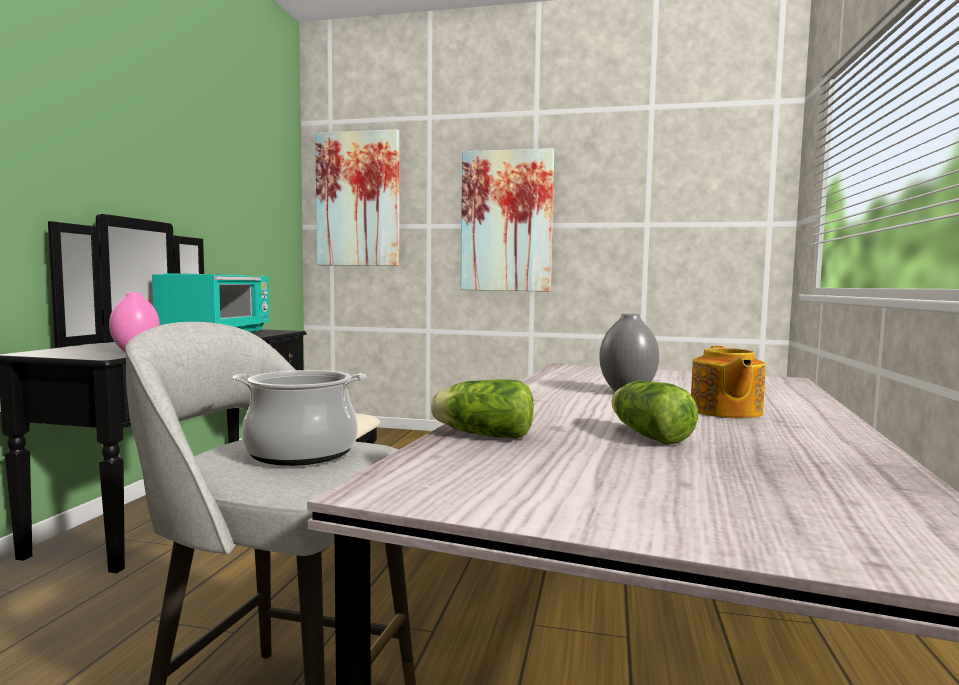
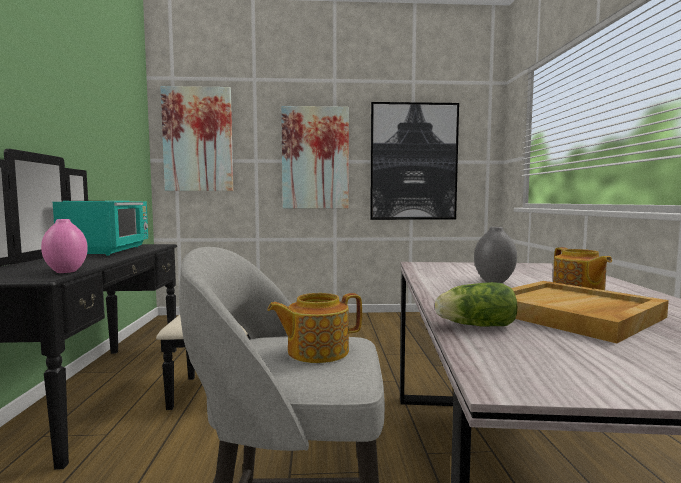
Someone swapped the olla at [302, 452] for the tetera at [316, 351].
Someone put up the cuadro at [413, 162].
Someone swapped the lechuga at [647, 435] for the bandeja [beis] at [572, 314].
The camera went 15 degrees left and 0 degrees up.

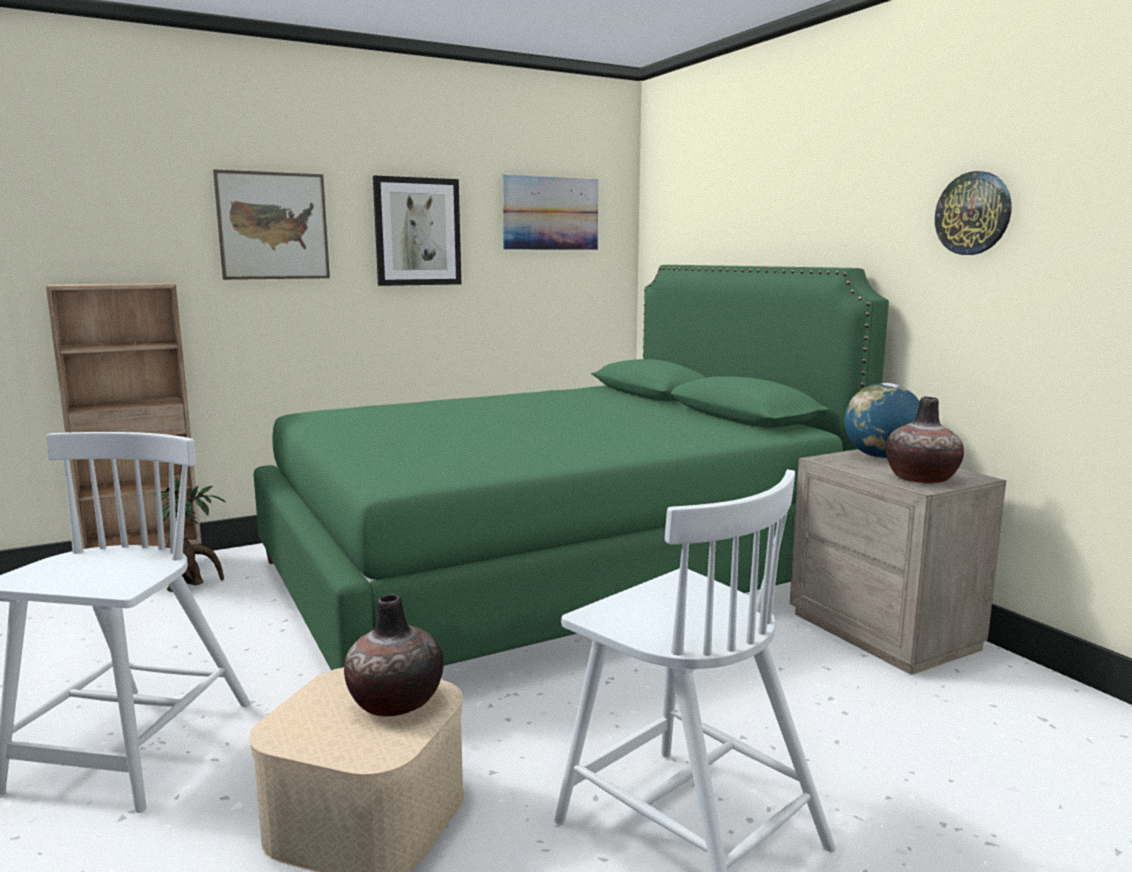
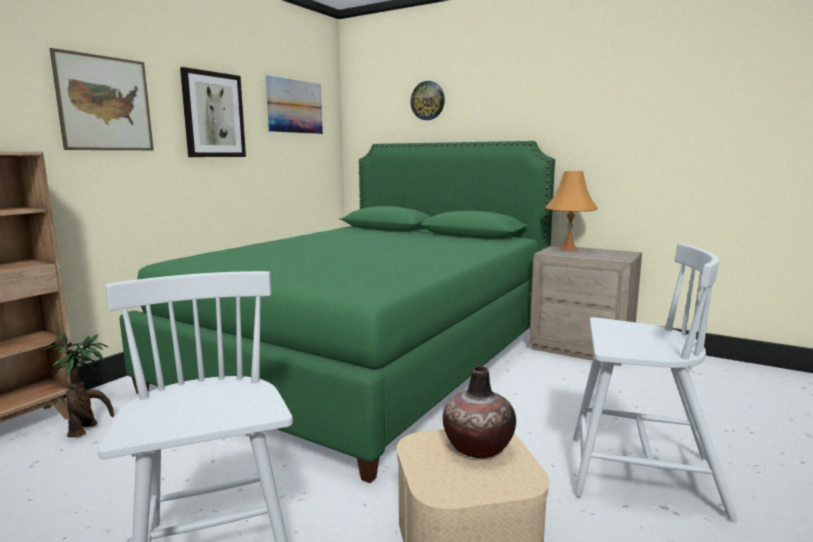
Someone carried the reloj de pared from [973, 213] to [428, 100].
Someone swapped the globo terráqueo at [881, 457] for the lámpara de mesa [naranja] at [568, 249].
Someone took away the florero at [920, 479].
The camera went 30 degrees left and 0 degrees up.

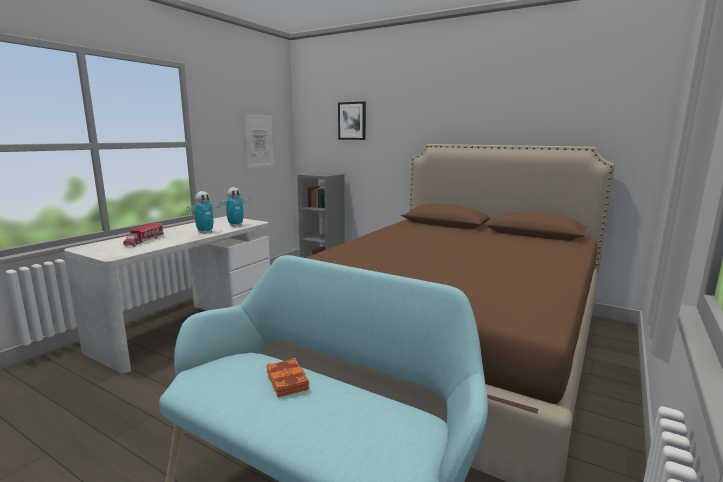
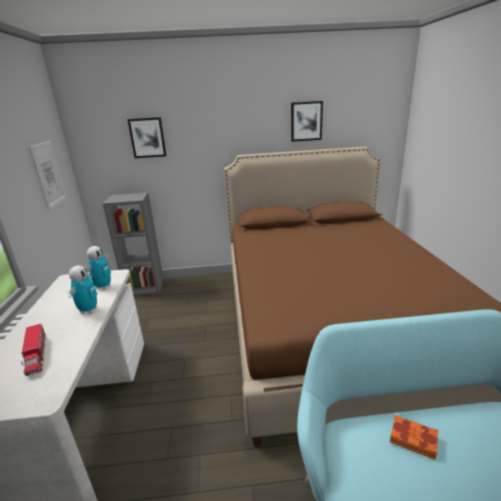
Someone put up the cuadro at [306, 121].
The camera went 35 degrees left and 10 degrees up.

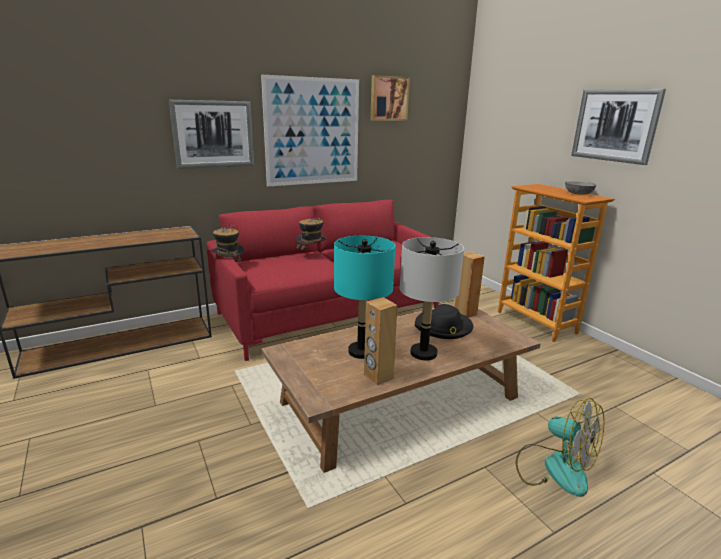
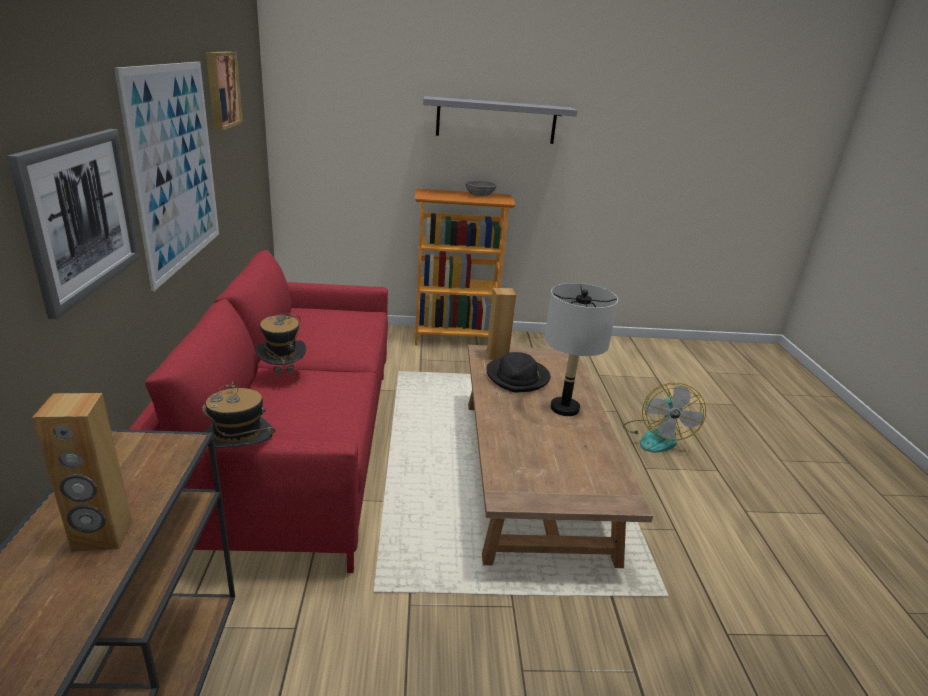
Someone carried the altavoz [marrón] from [378, 376] to [102, 536].
Someone swapped the cuadro at [615, 125] for the estante [gris] at [496, 120].
Someone rotated the ventilador at [554, 468] by 120 degrees clockwise.
Someone took away the lámpara de mesa [turquesa] at [362, 352].
The camera went 65 degrees left and 5 degrees up.

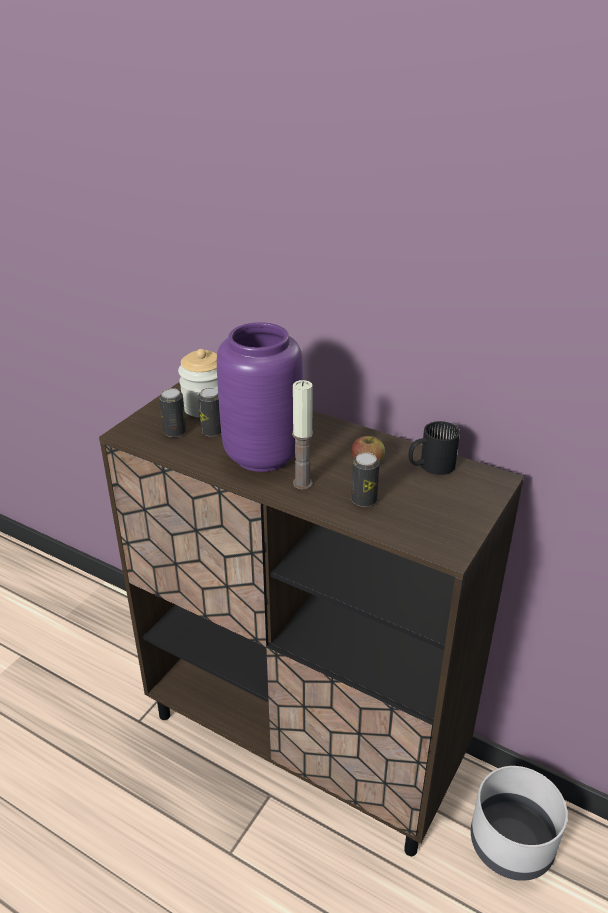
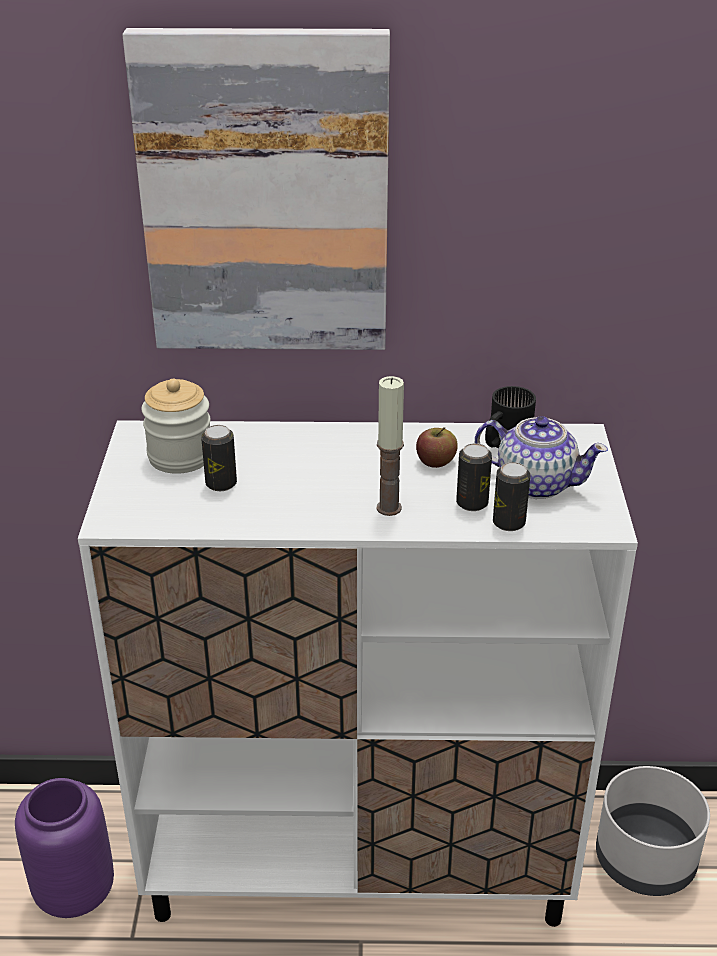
Someone carried the florero [morado] from [263, 456] to [76, 893].
Someone repainted the armario [marrón] at [305, 741], which became the armario [blanco] at [360, 861].
Someone put up the cuadro at [265, 196].
Someone put down the tetera at [535, 483].
Someone carried the lata from [174, 432] to [508, 523].
The camera went 30 degrees left and 0 degrees up.

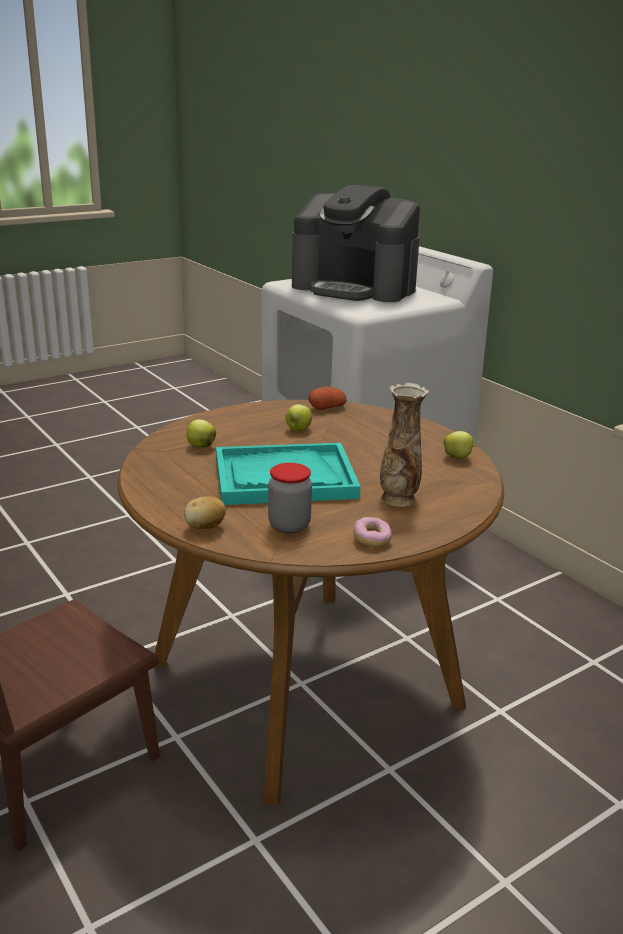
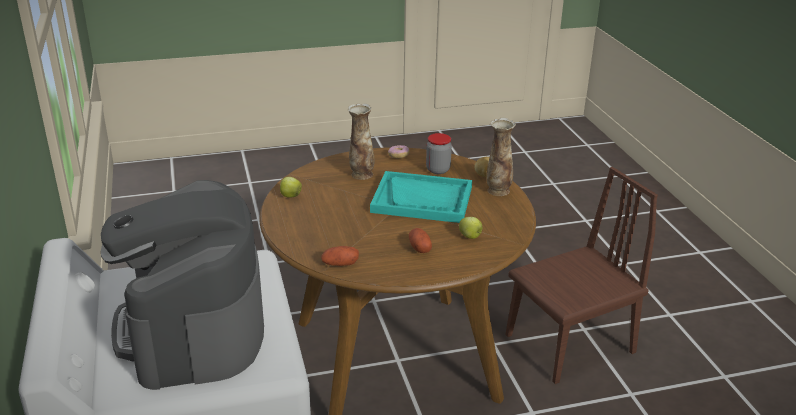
Someone rotated the cafetera at [355, 288] by 150 degrees counterclockwise.
Someone put down the patata at [419, 248].
Someone put down the florero at [498, 191].
Someone took away the manzana at [298, 430].
The camera went 160 degrees left and 5 degrees up.

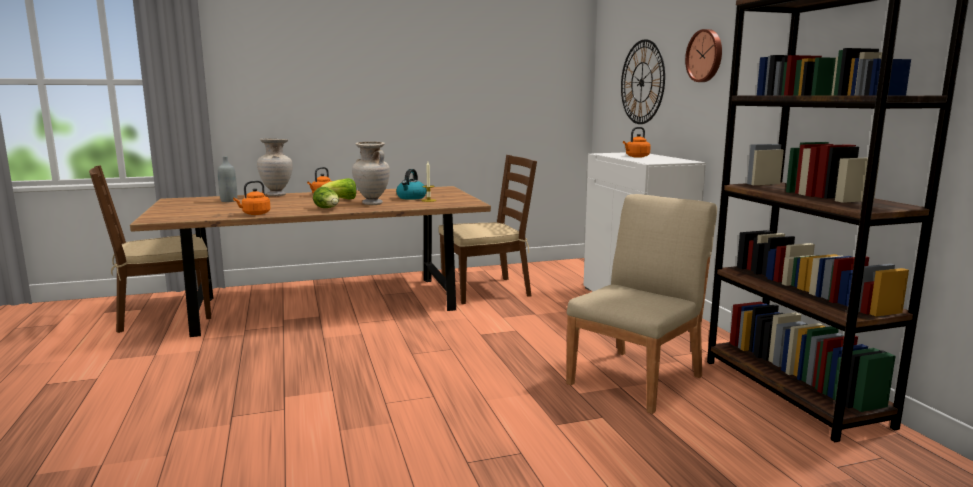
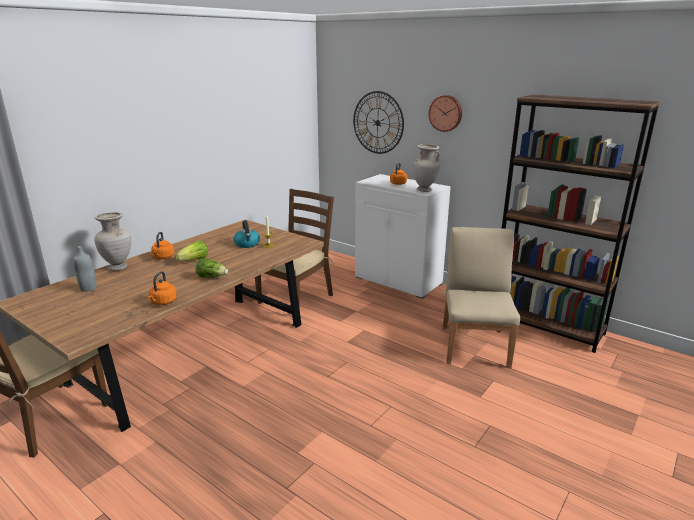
Someone carried the florero [beis] from [372, 204] to [424, 190].
The camera went 35 degrees left and 10 degrees up.

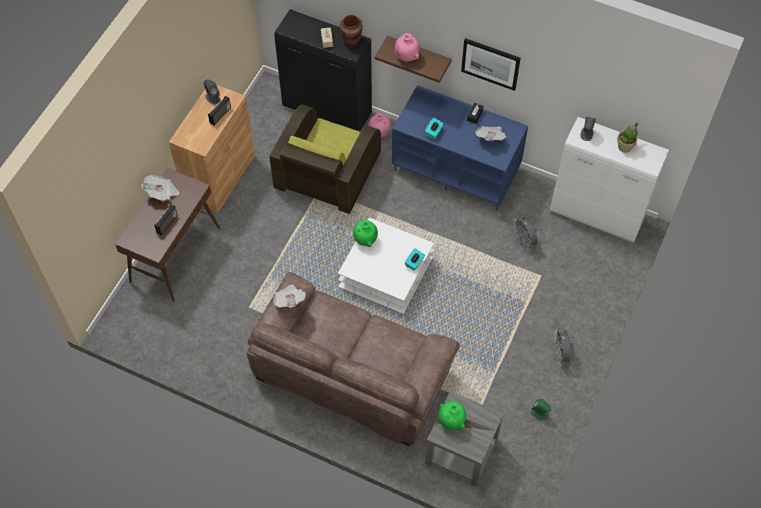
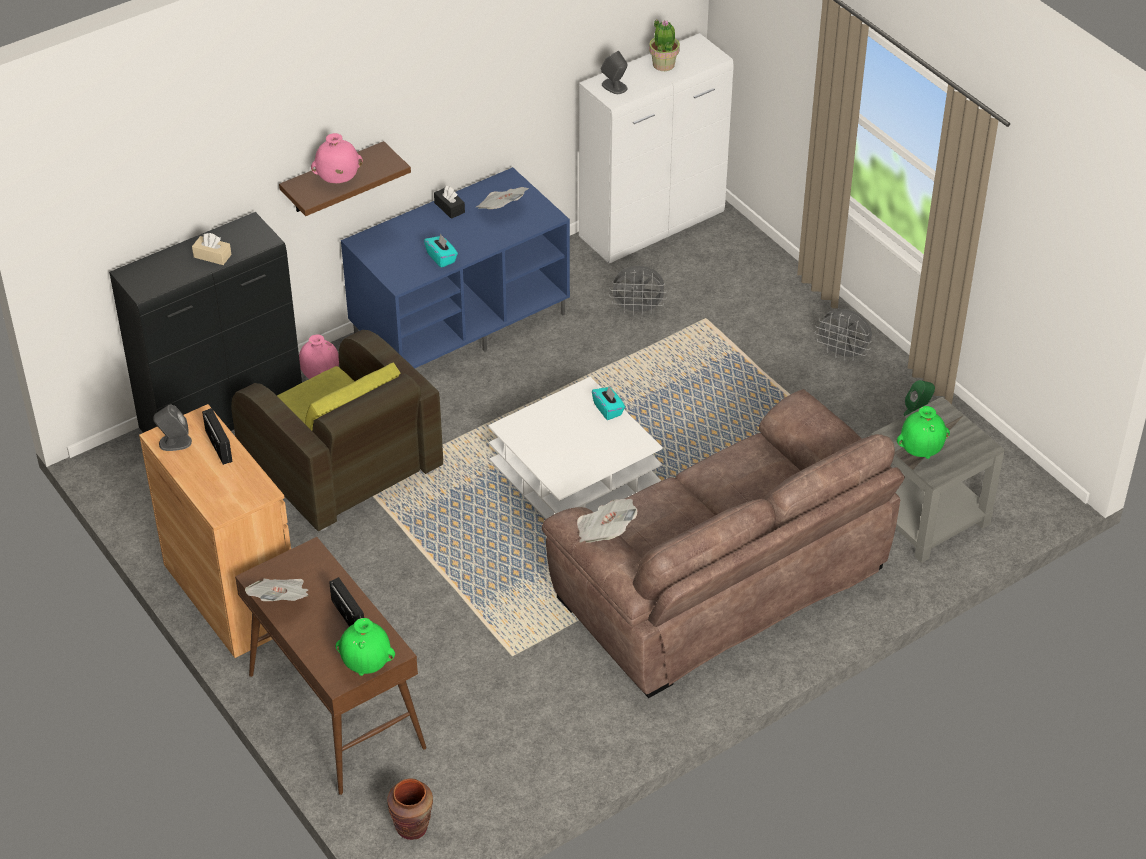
Someone carried the florero [verde] from [365, 240] to [367, 665].
Someone carried the florero [marrón] from [351, 41] to [412, 828].
Someone took away the cuadro at [490, 63].
The camera went 60 degrees left and 15 degrees down.

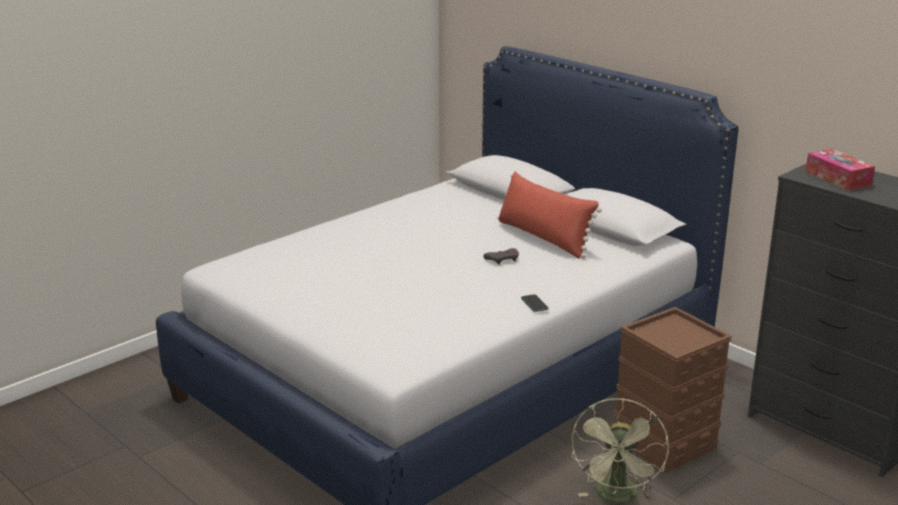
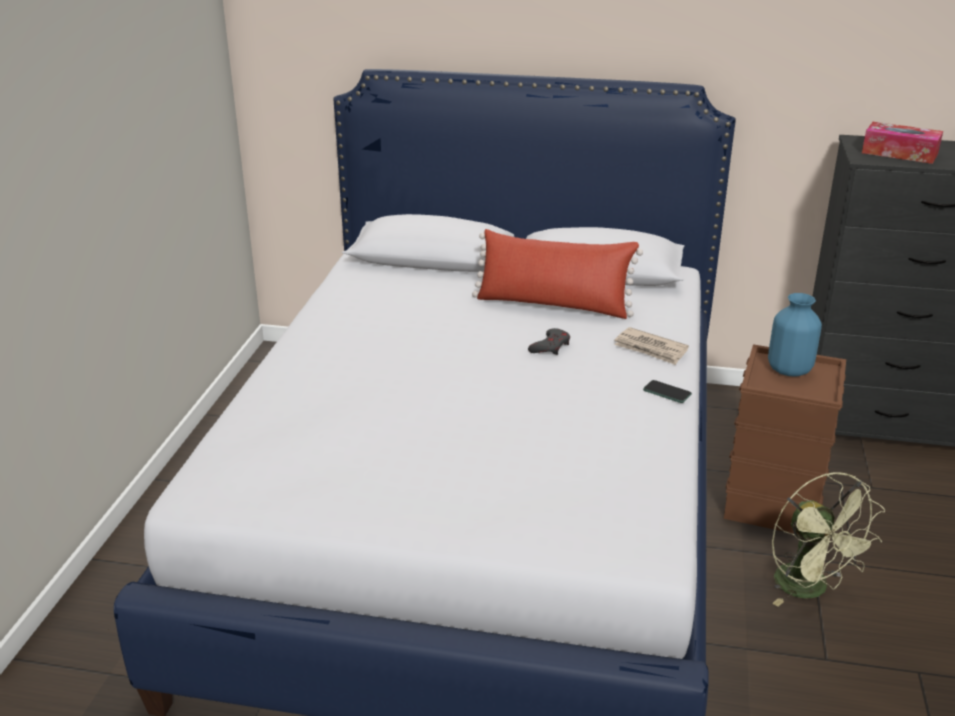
Someone put down the periódico at [650, 349].
Someone put down the florero [azul] at [790, 370].
The camera went 35 degrees left and 5 degrees up.

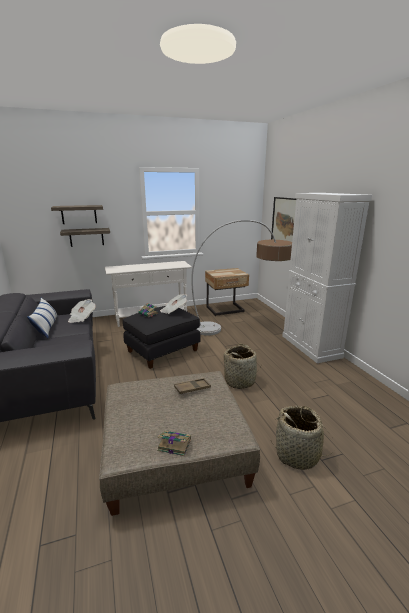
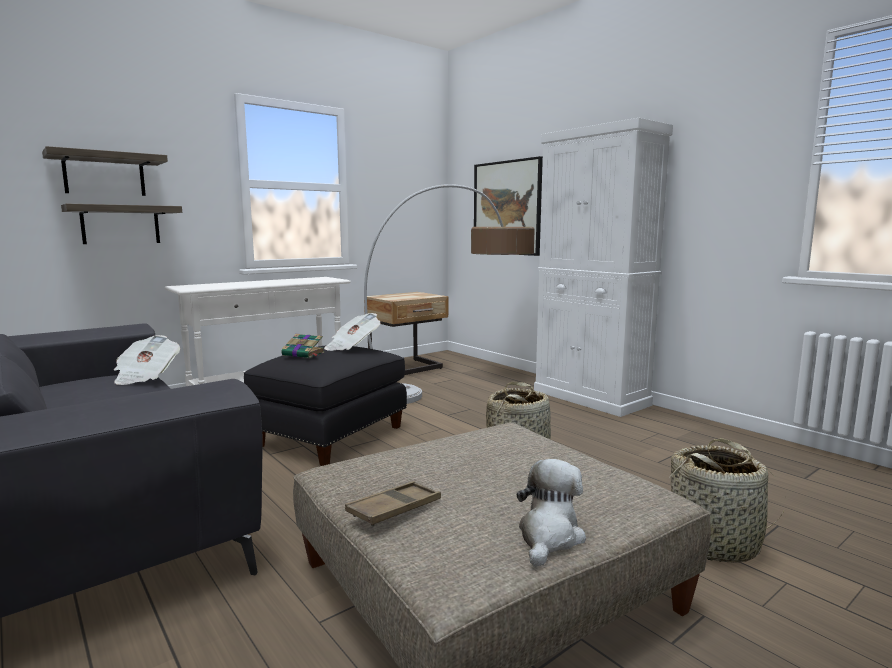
Someone carried the bandeja [marrón] from [192, 388] to [394, 509].
Someone swapped the libro at [173, 444] for the peluche at [549, 537].
Someone took away the cojín at [46, 327].
The camera went 20 degrees left and 10 degrees down.

